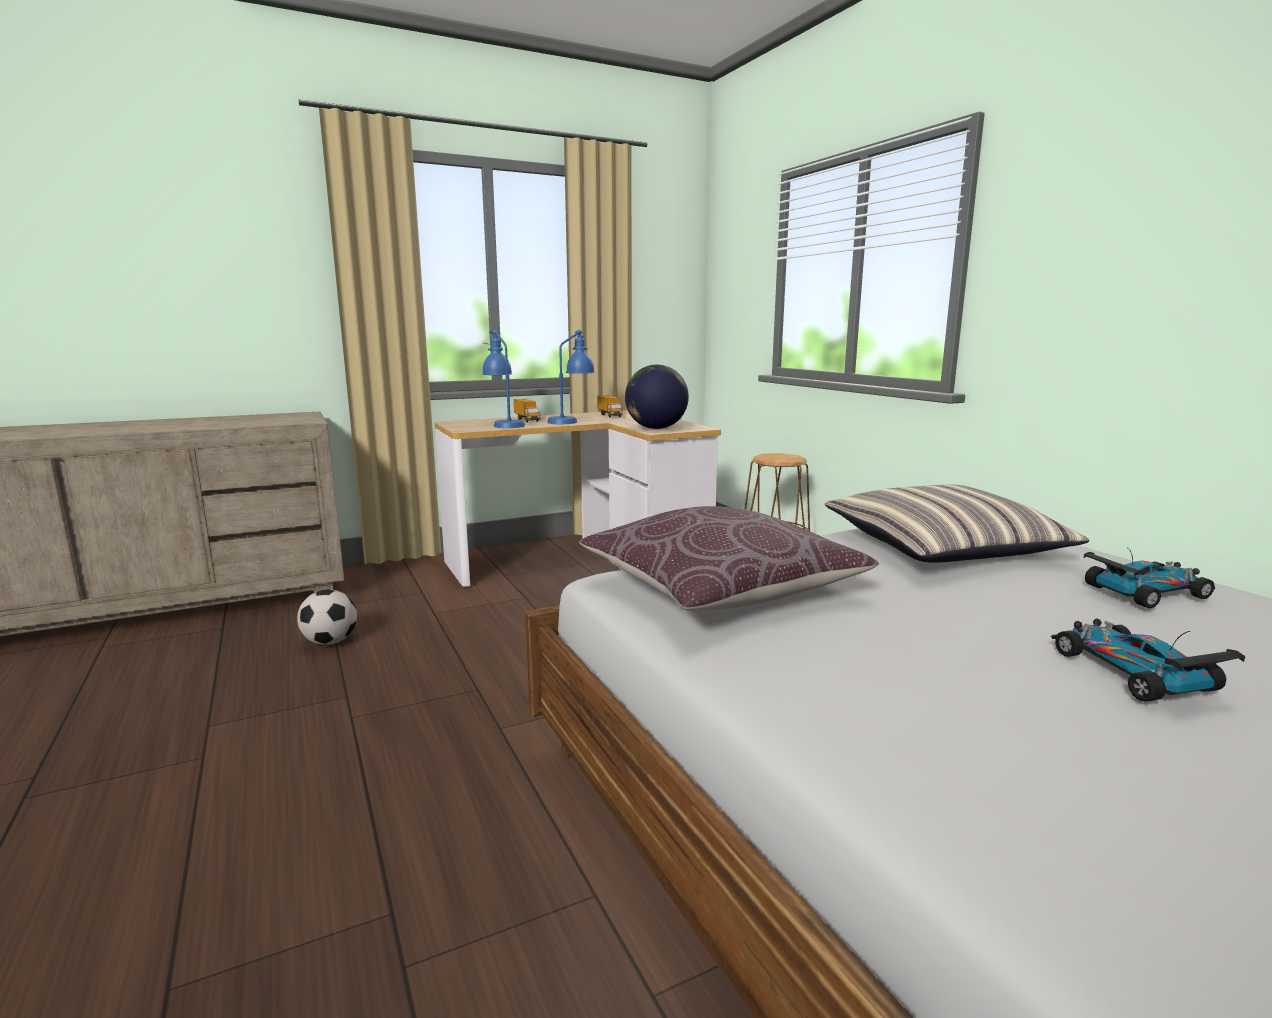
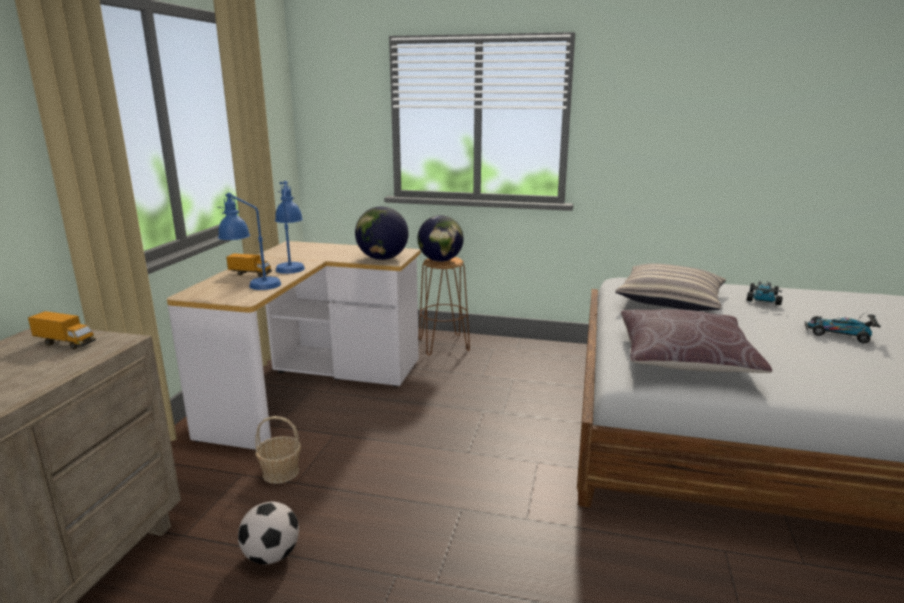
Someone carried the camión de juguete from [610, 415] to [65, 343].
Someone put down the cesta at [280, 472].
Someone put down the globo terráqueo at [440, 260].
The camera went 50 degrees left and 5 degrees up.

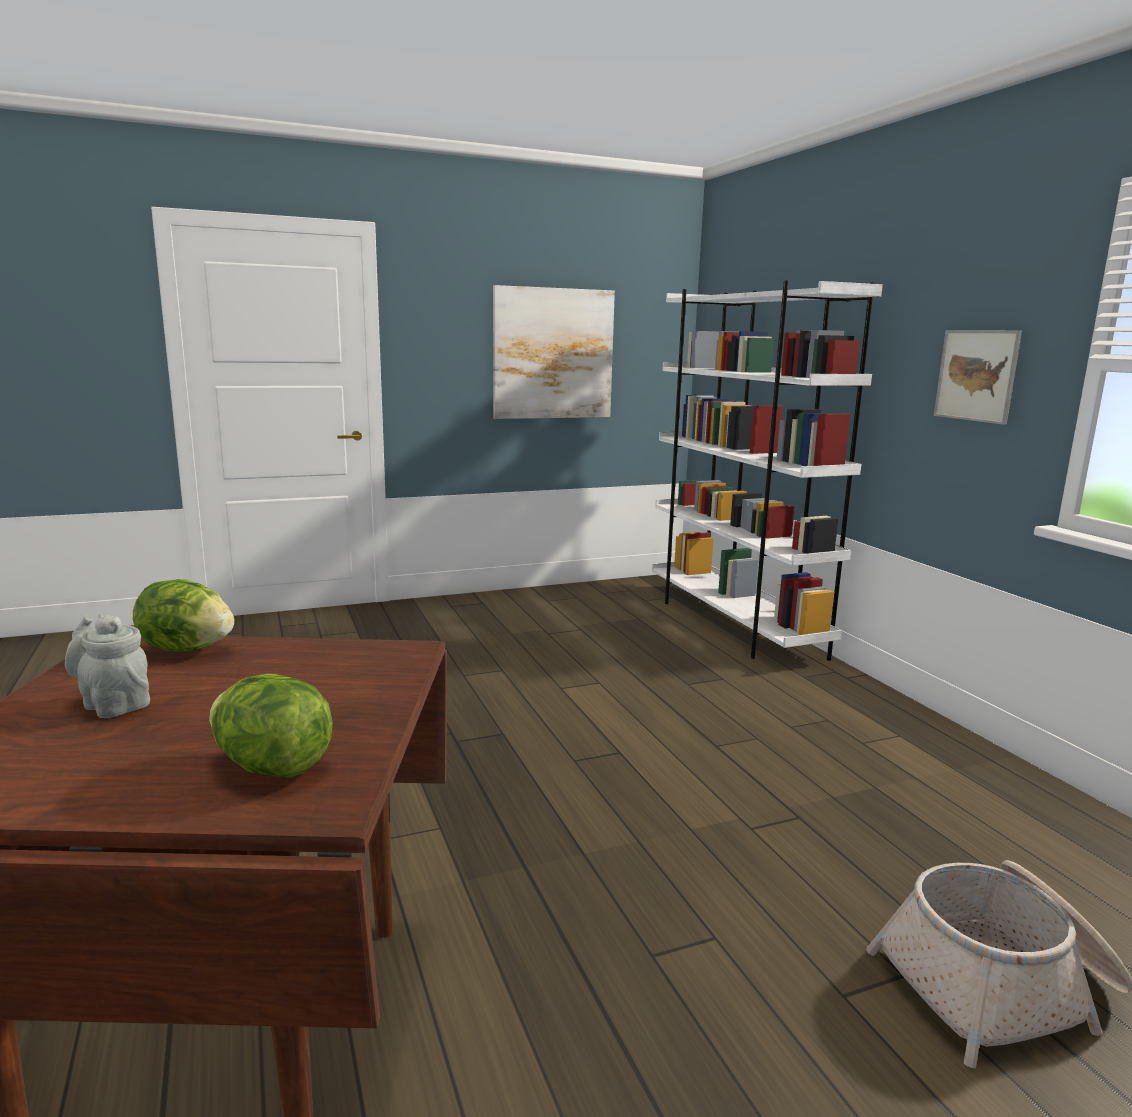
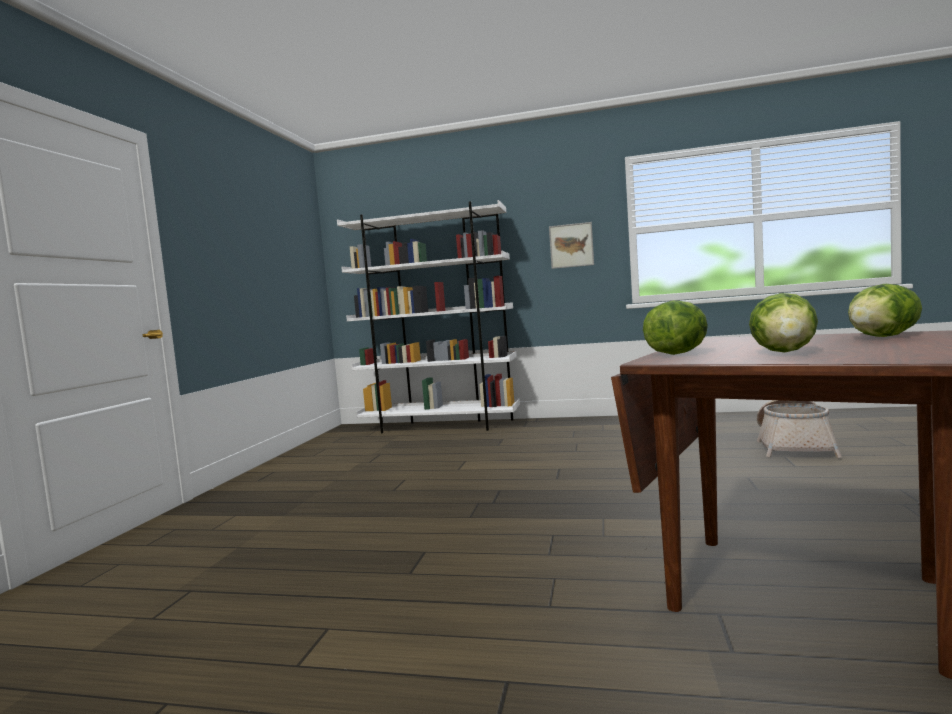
Someone swapped the tetera [gris] at [113, 703] for the lechuga at [784, 352].
Someone took away the cuadro at [553, 354].
The camera went 55 degrees left and 10 degrees down.

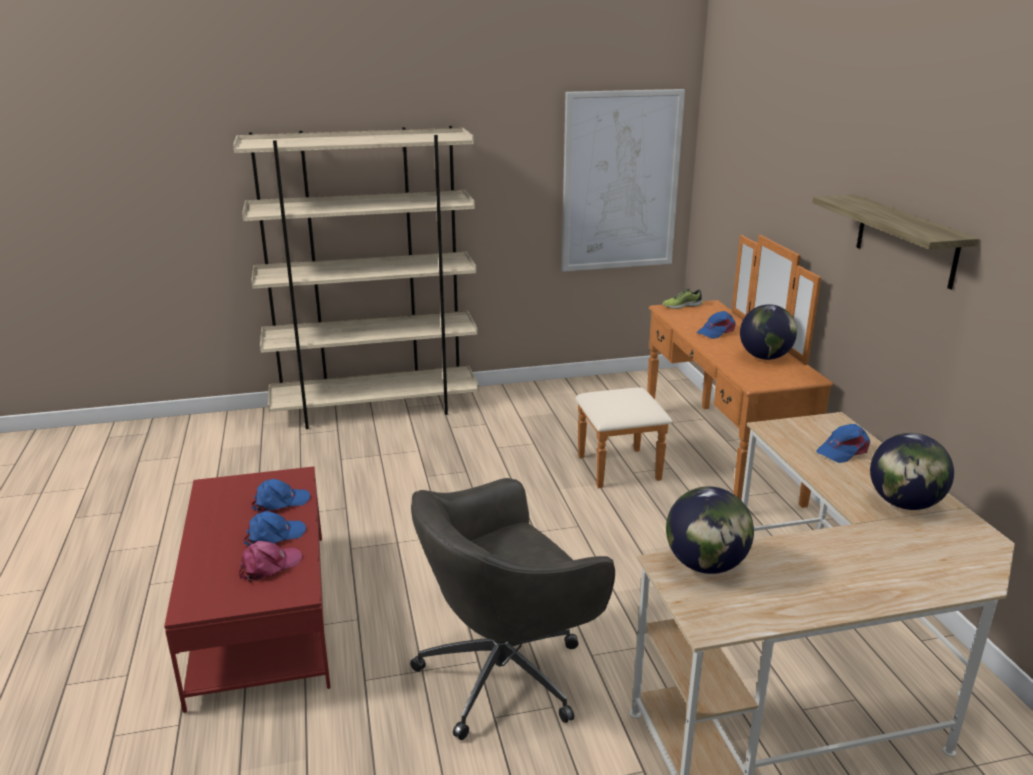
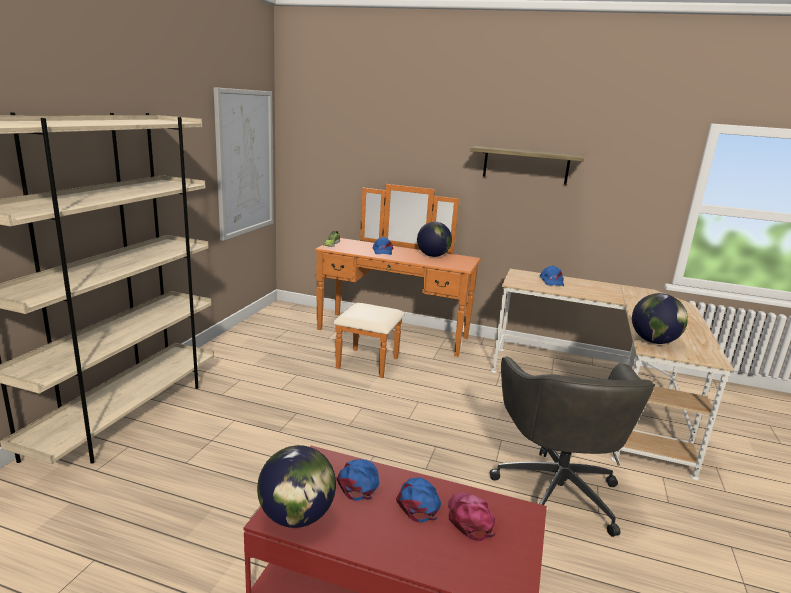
Someone carried the globo terráqueo from [904, 504] to [297, 517].
The camera went 60 degrees left and 5 degrees down.

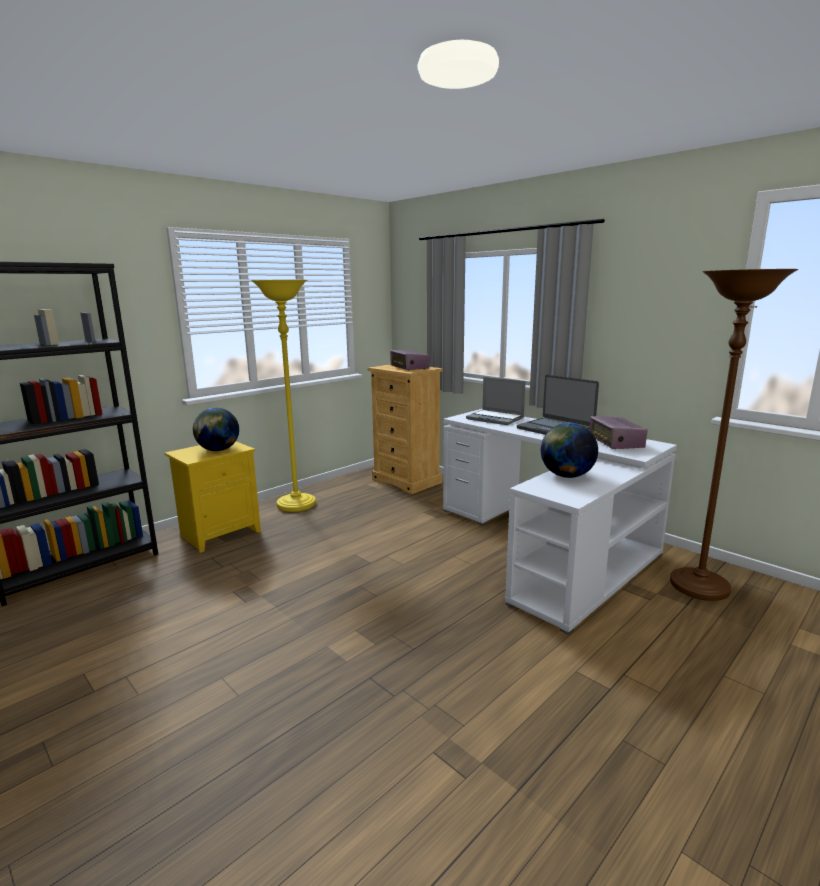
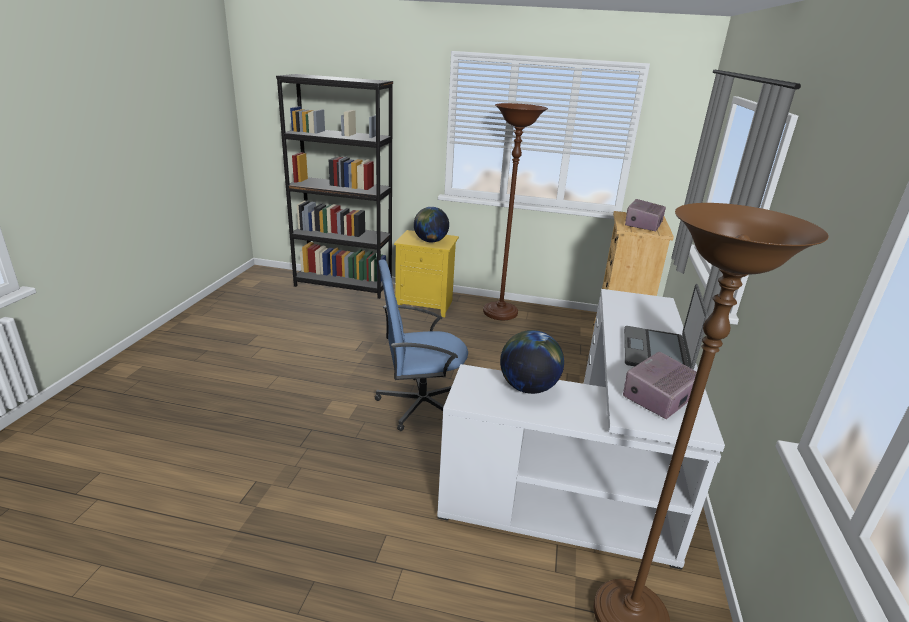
Someone put down the silla de oficina [azul] at [420, 404].
Someone repainted the lámpara de pie [amarillo] at [296, 505], which became the lámpara de pie [marrón] at [500, 313].
Someone took away the portátil at [496, 418].
The camera went 55 degrees right and 10 degrees up.

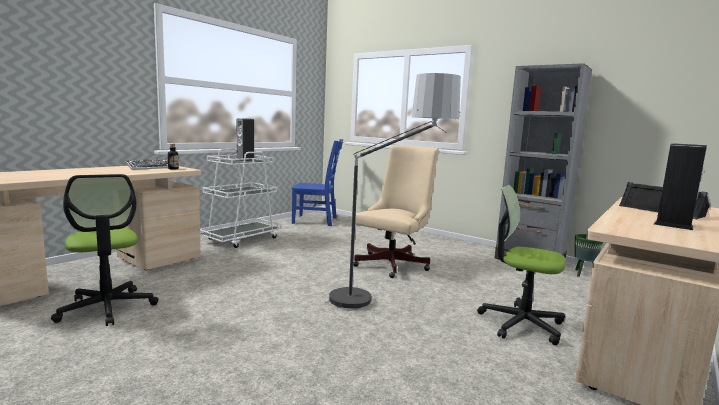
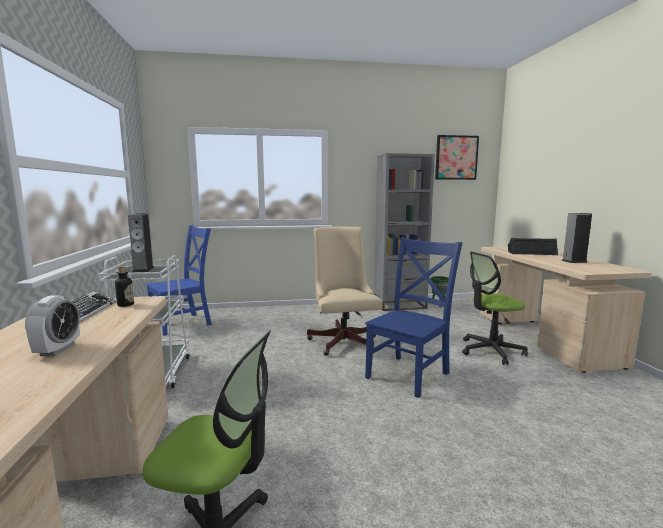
Someone put down the despertador at [57, 350].
Someone swapped the lámpara de pie at [384, 301] for the silla [azul] at [409, 374].
Someone put up the cuadro at [456, 157].
The camera went 45 degrees left and 0 degrees up.

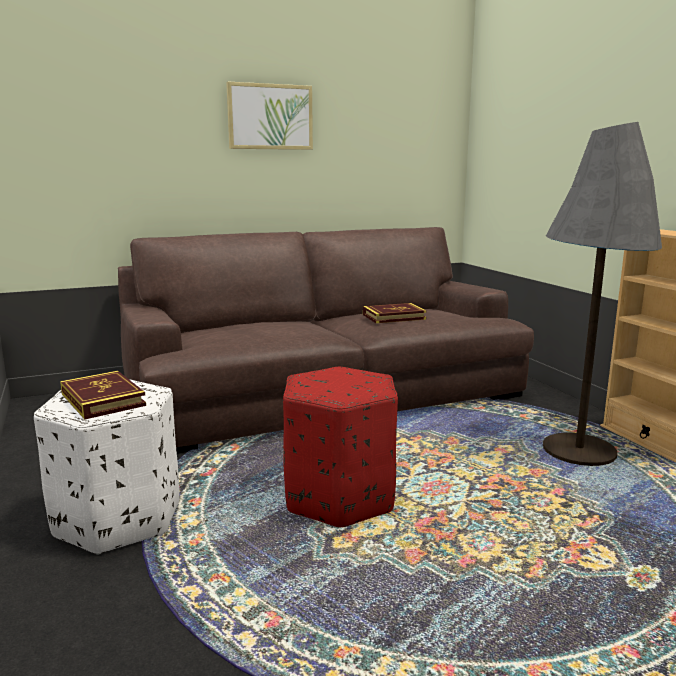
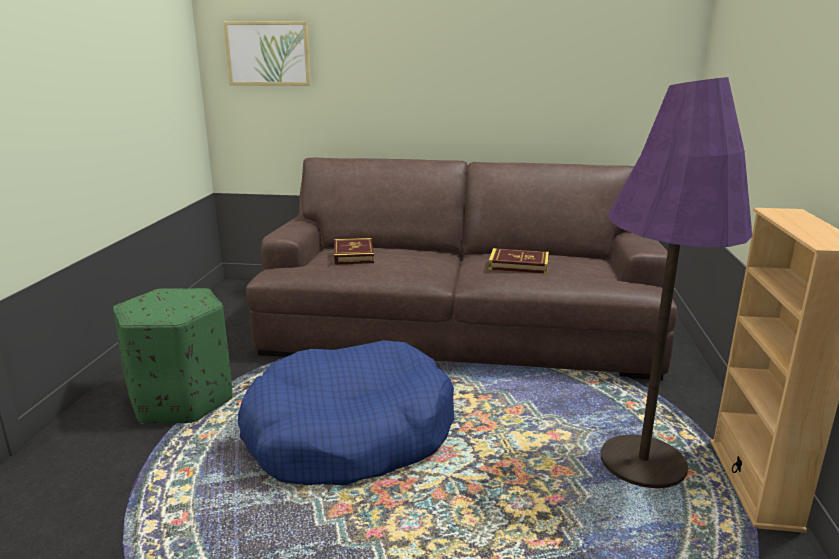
Someone repainted the puf [blanco] at [119, 518], which became the puf [verde] at [182, 400].
Someone carried the cuadro from [270, 117] to [268, 53].
Someone swapped the puf [rojo] at [340, 497] for the cama para perro [azul] at [349, 434].
Someone carried the libro from [103, 399] to [353, 255].
Someone repainted the lámpara de pie [gris] at [579, 451], which became the lámpara de pie [morado] at [642, 463].
The camera went 30 degrees right and 5 degrees up.

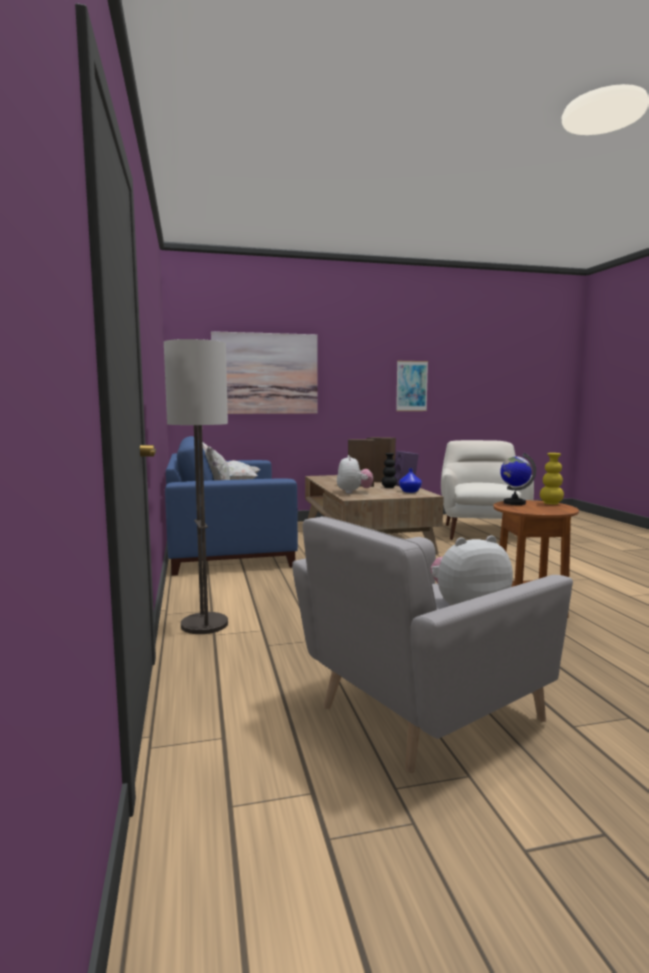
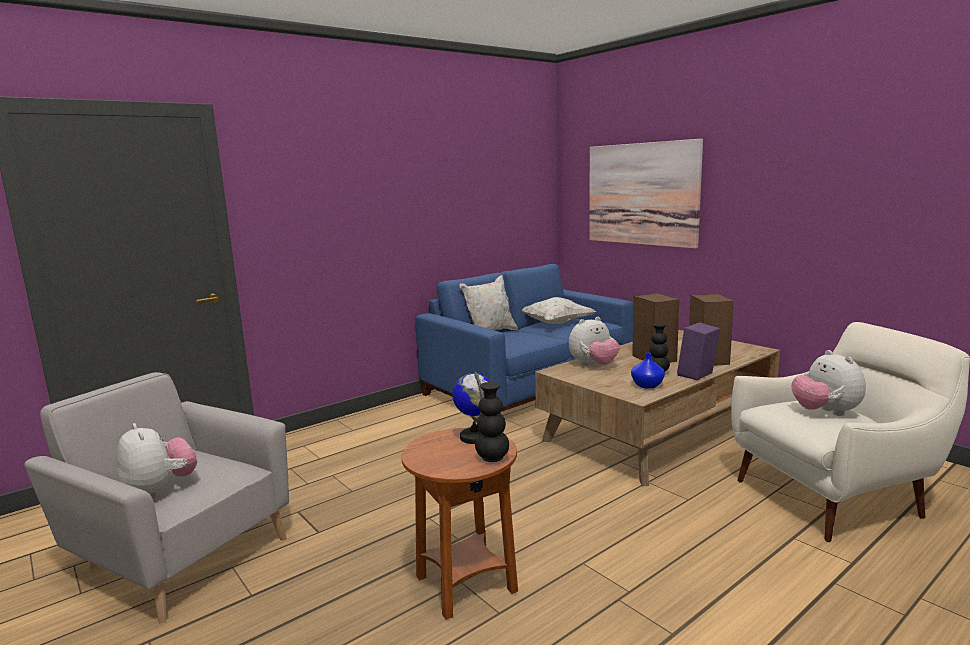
Someone repainted the florero [amarillo] at [551, 503], which became the florero [negro] at [492, 458].
Someone put down the peluche at [825, 412].
Someone took away the lámpara de pie at [204, 624].
Someone took away the cuadro at [411, 386].
The camera went 65 degrees right and 5 degrees up.

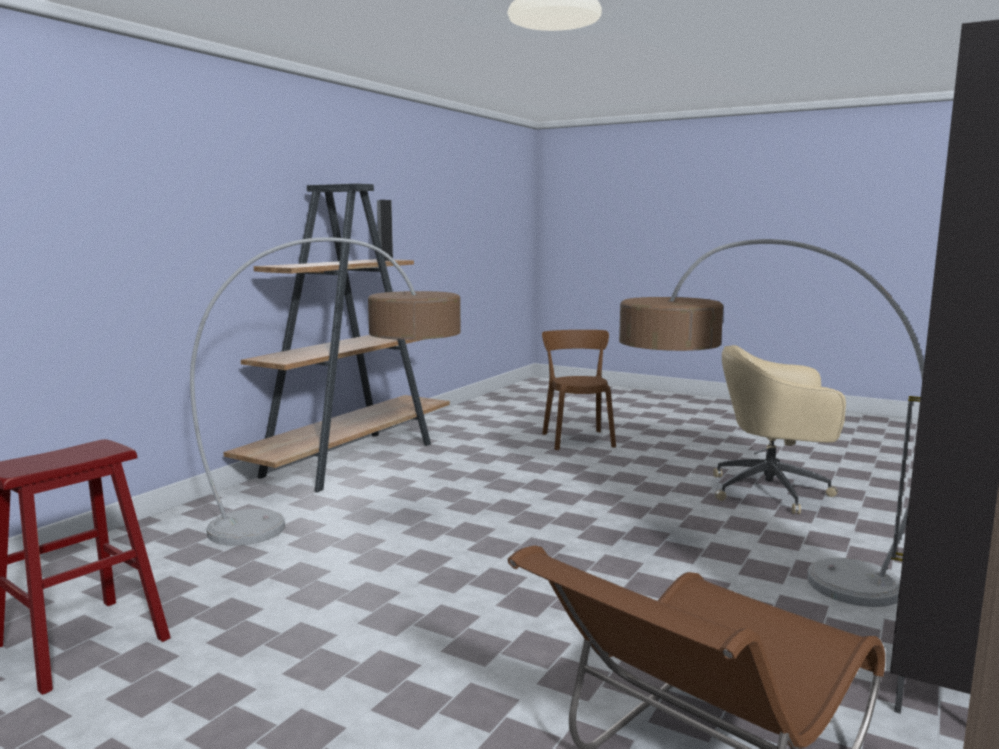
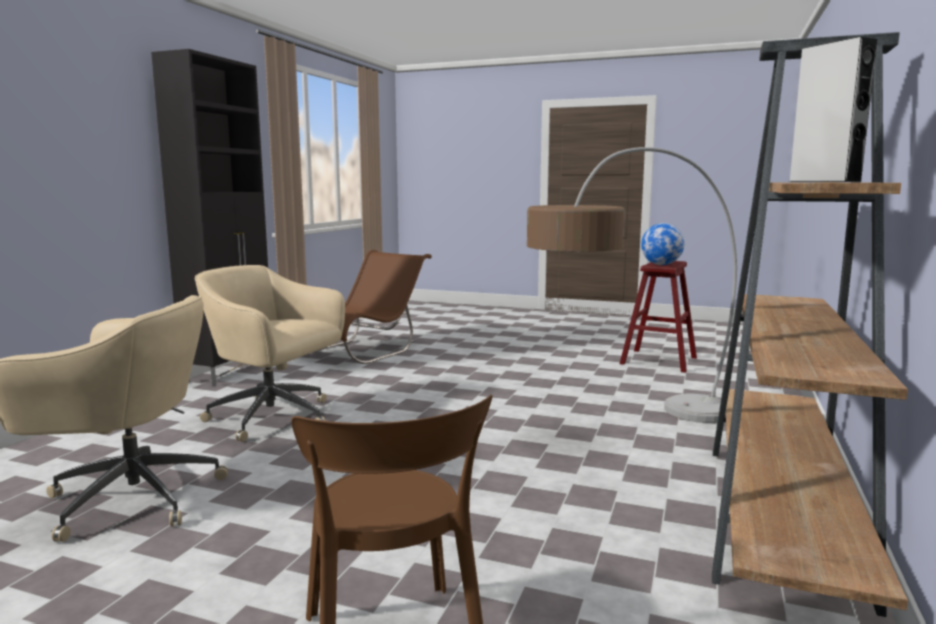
Someone swapped the lámpara de pie at [734, 556] for the silla de oficina [beis] at [274, 418].
Someone put down the globo terráqueo at [661, 265].
The camera went 170 degrees right and 0 degrees up.

